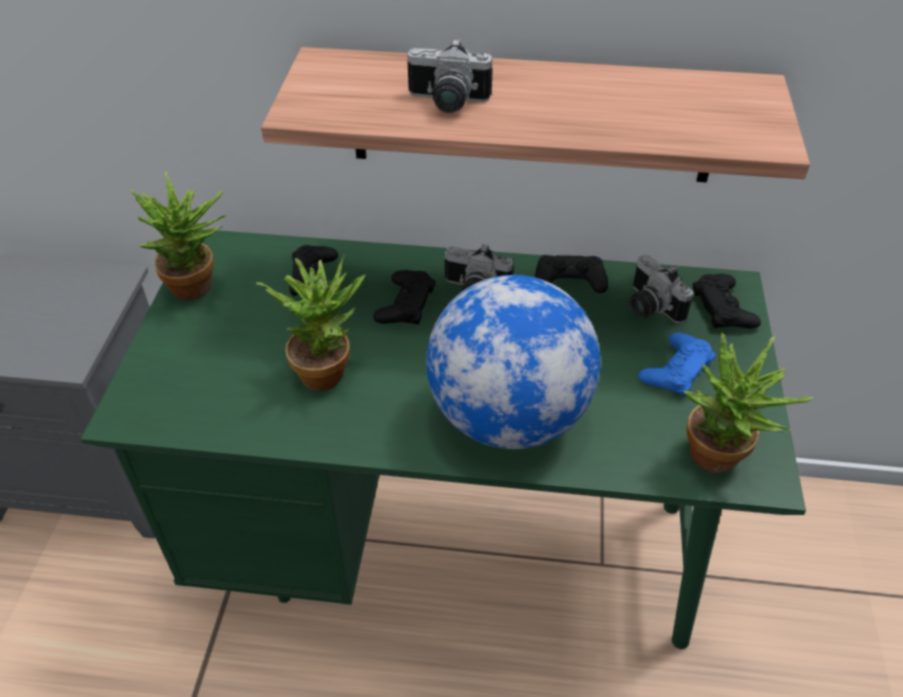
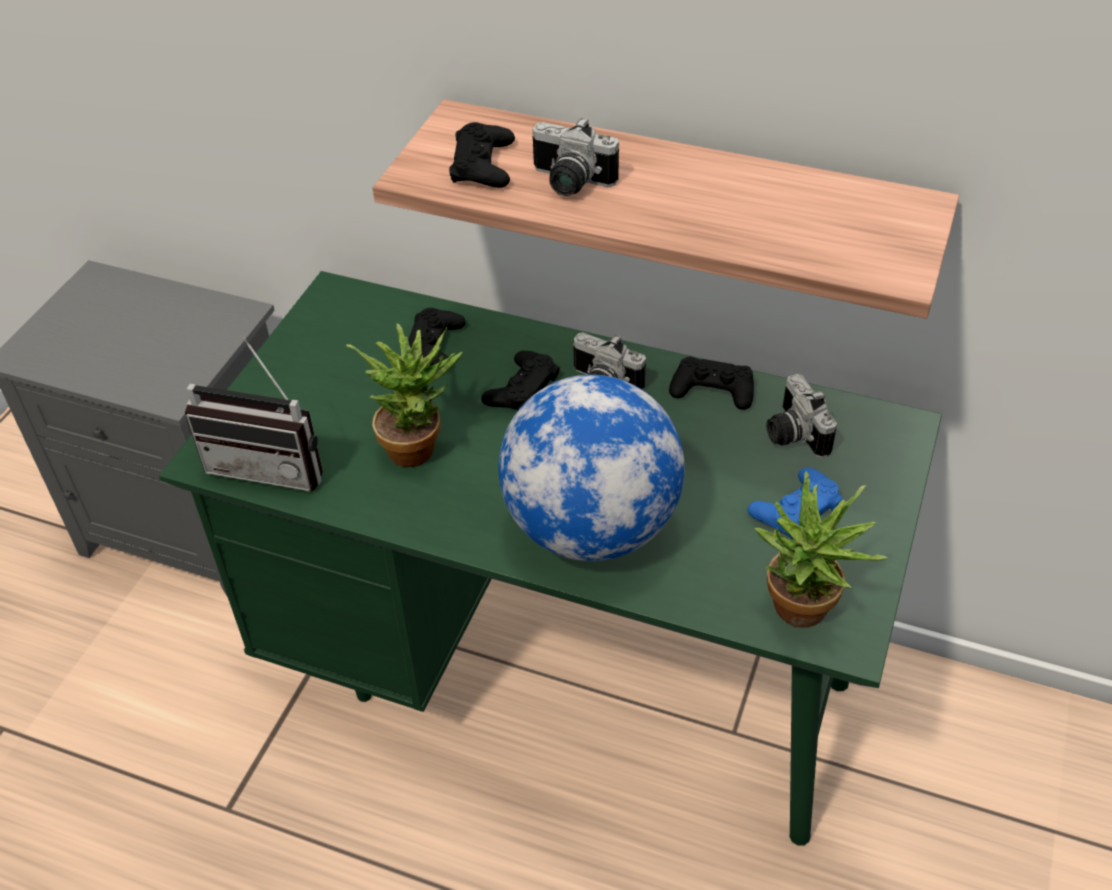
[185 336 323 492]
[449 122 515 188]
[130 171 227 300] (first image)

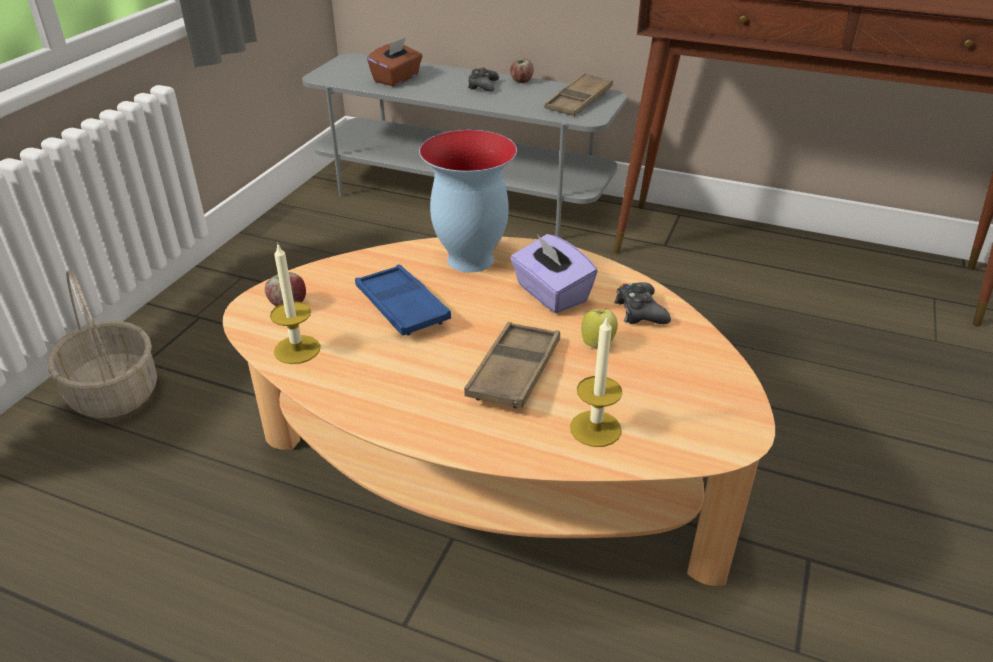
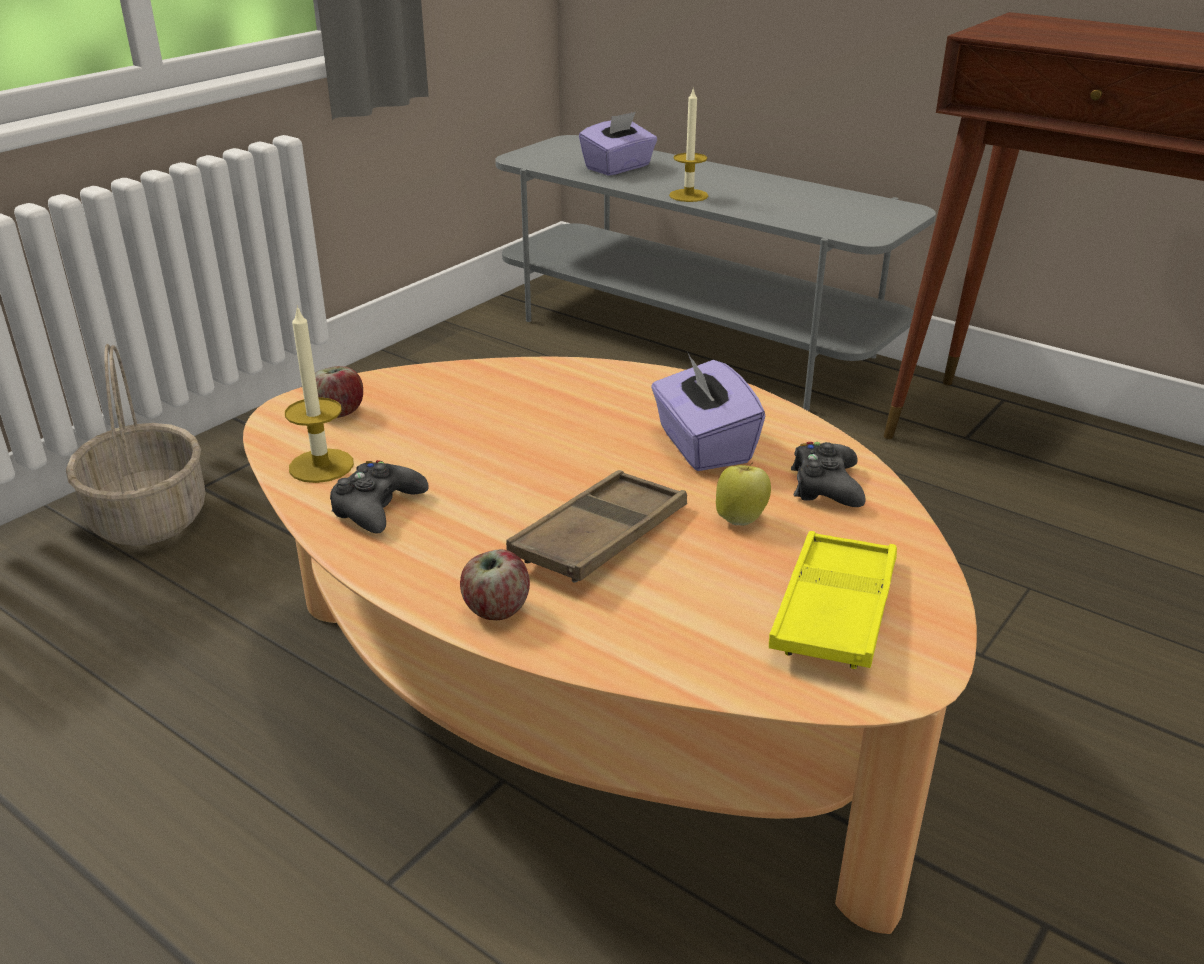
[330 460 429 534]
[460 549 530 620]
[579 112 657 176]
[669 89 708 202]
[769 531 897 669]
[355 264 451 336] (first image)
[419 130 517 272] (first image)
[544 73 613 116] (first image)

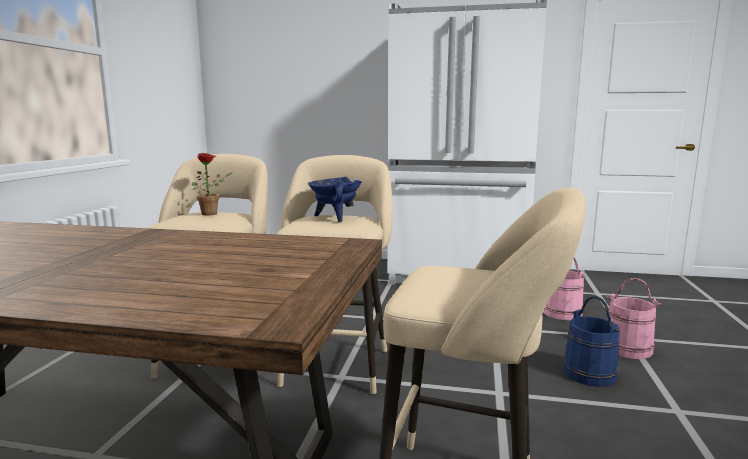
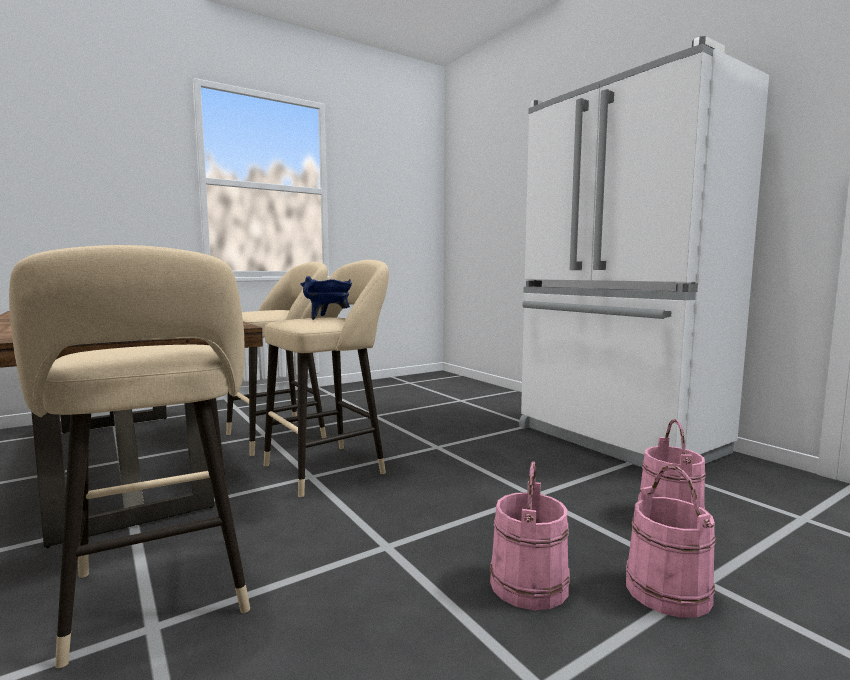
[490 461 570 610]
[192 153 233 215] (first image)

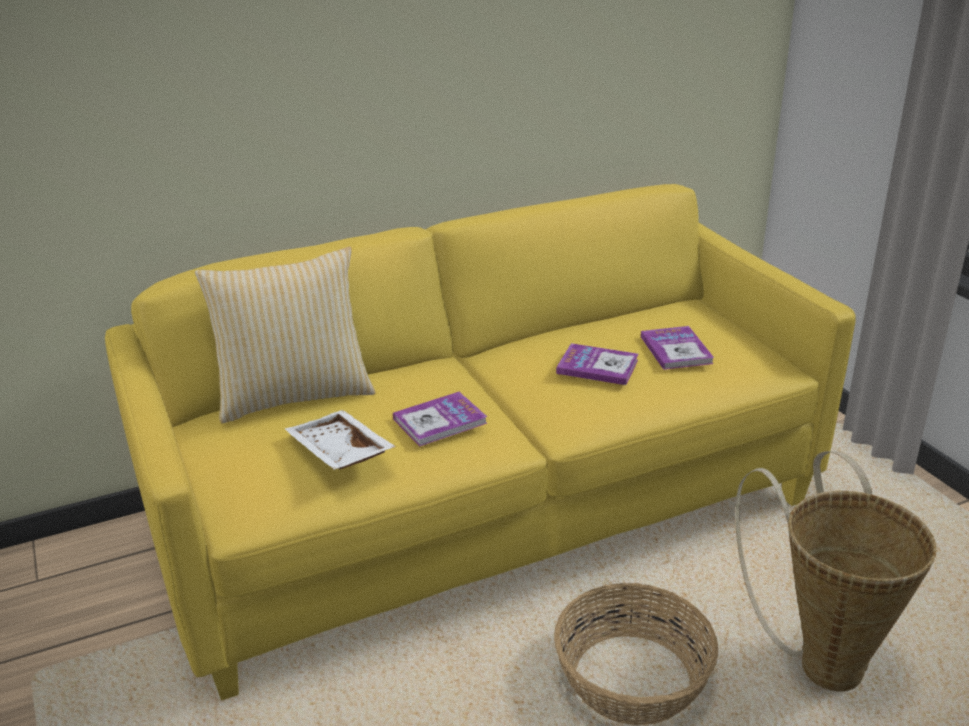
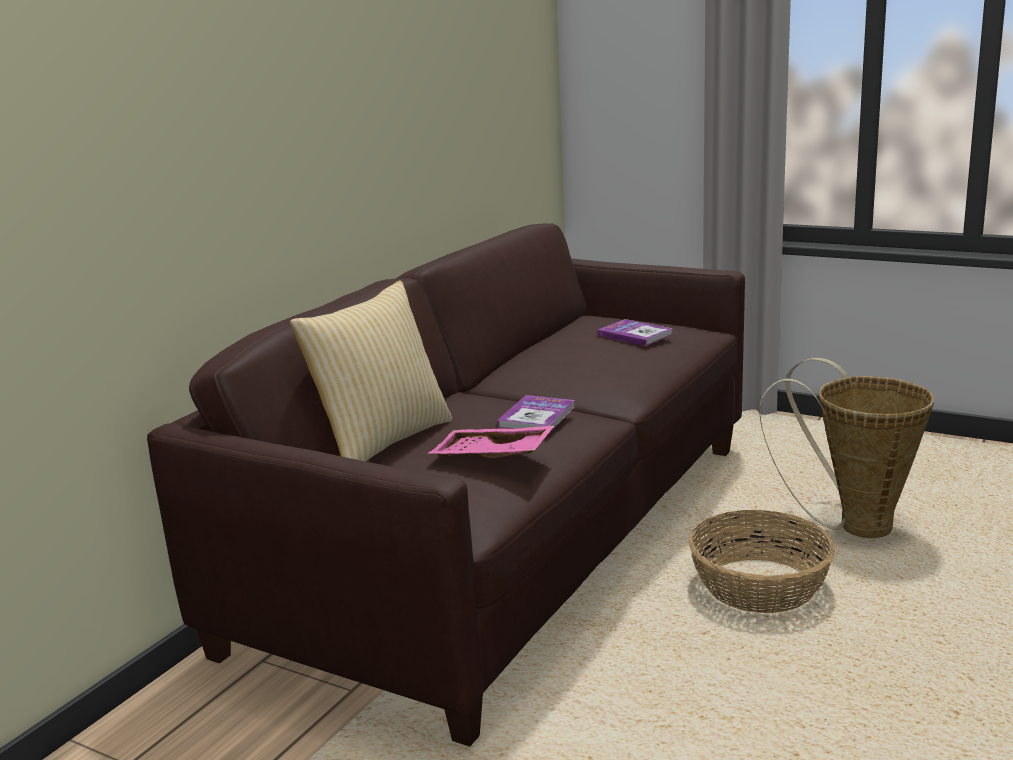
[147 223 745 747]
[429 426 554 458]
[556 343 638 385] (first image)

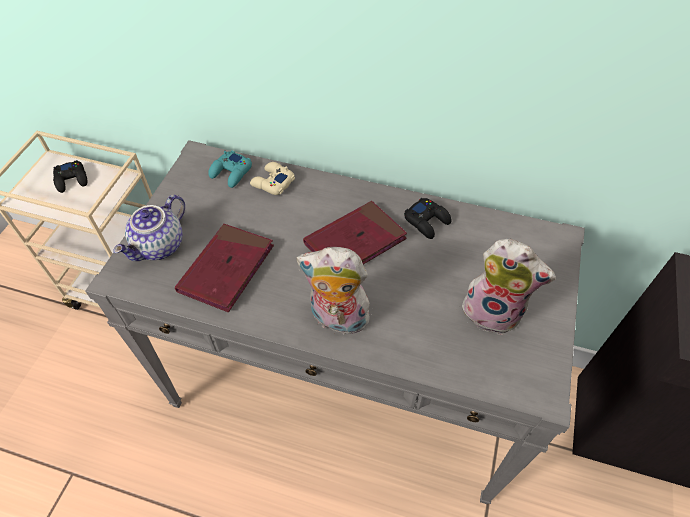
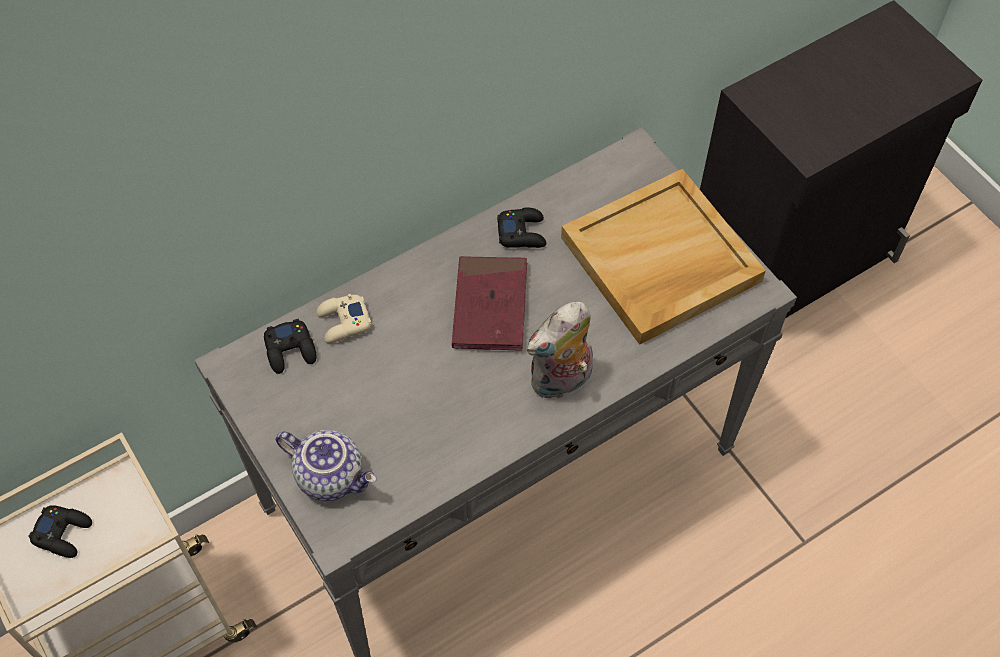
[264 319 316 374]
[276 430 377 501]
[561 169 766 345]
[175 224 274 312] (first image)

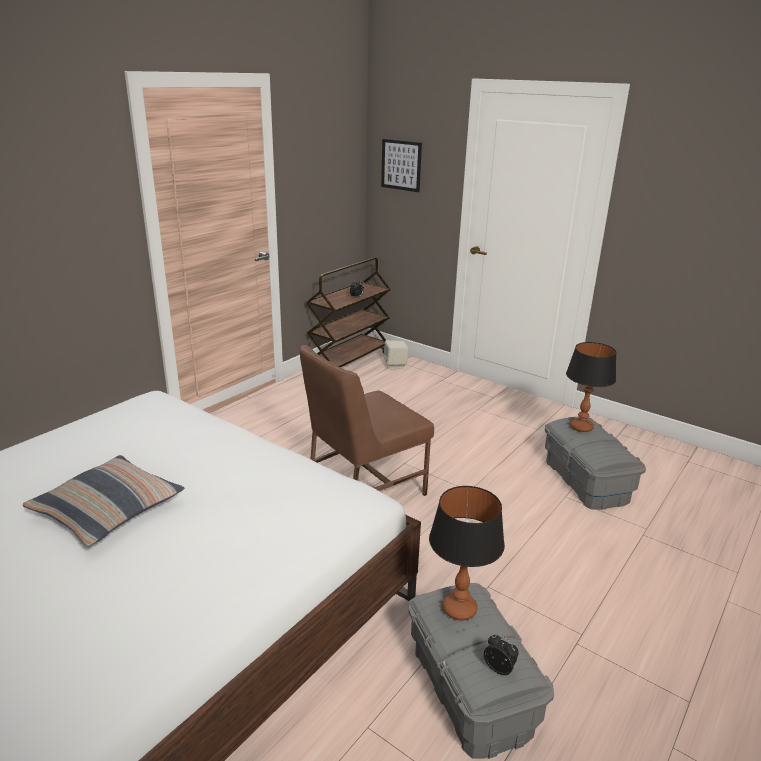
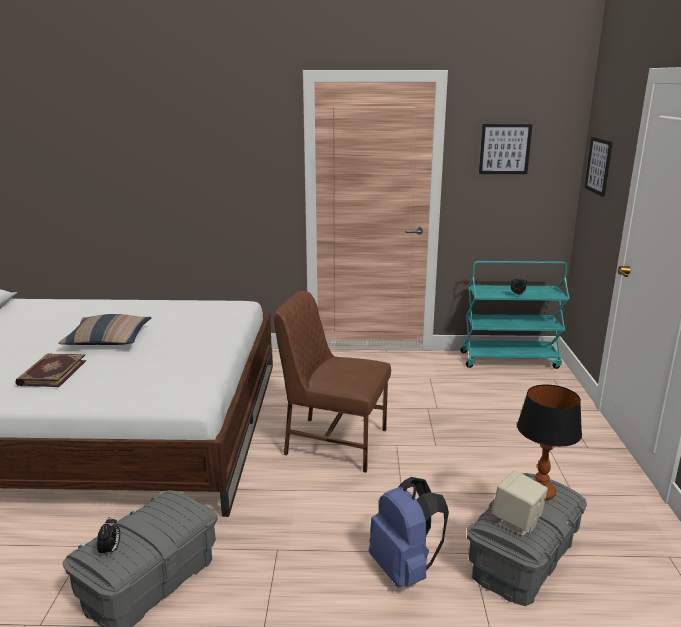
[15 353 86 387]
[369 477 449 588]
[460 261 570 369]
[479 124 532 174]
[492 470 548 536]
[429 486 505 620] (first image)

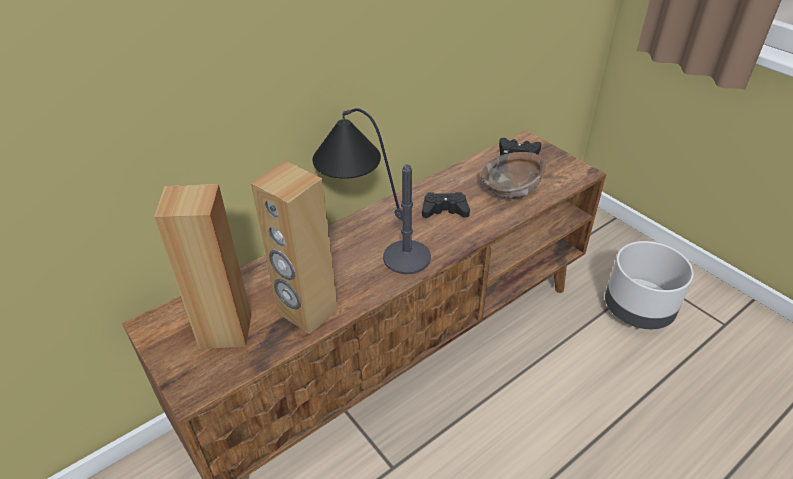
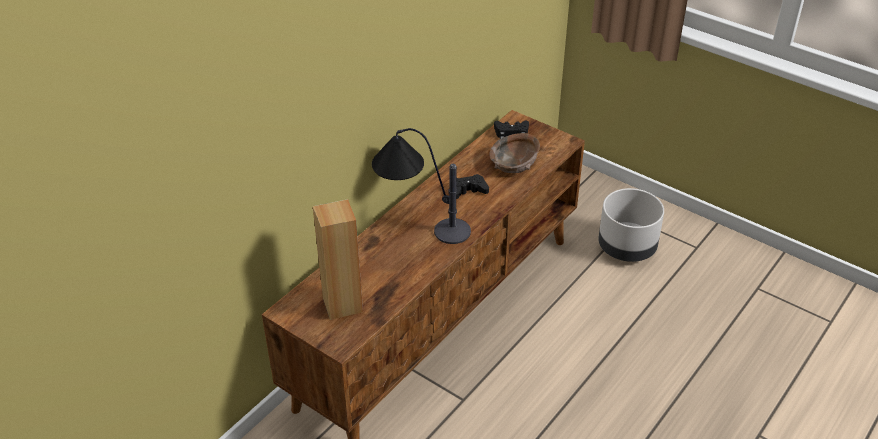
[251 161 338 334] (first image)

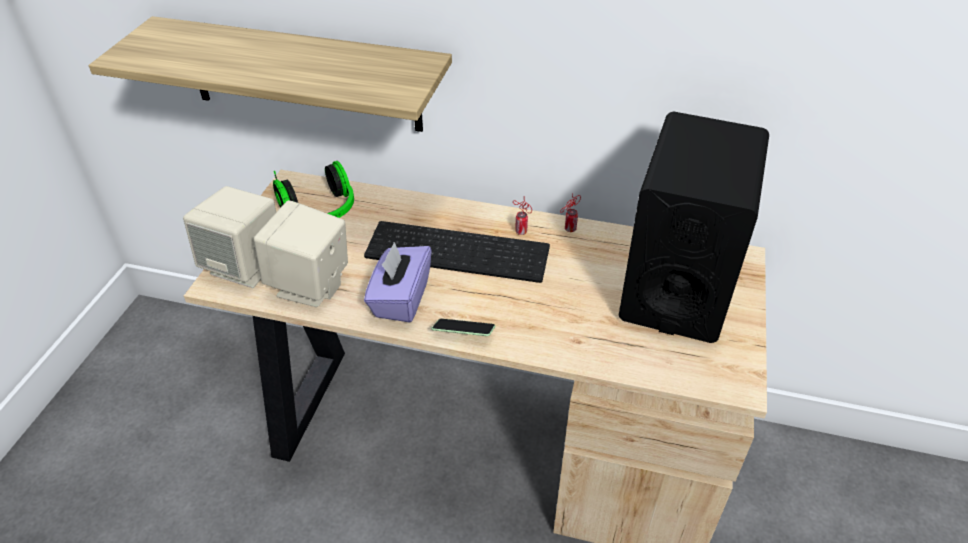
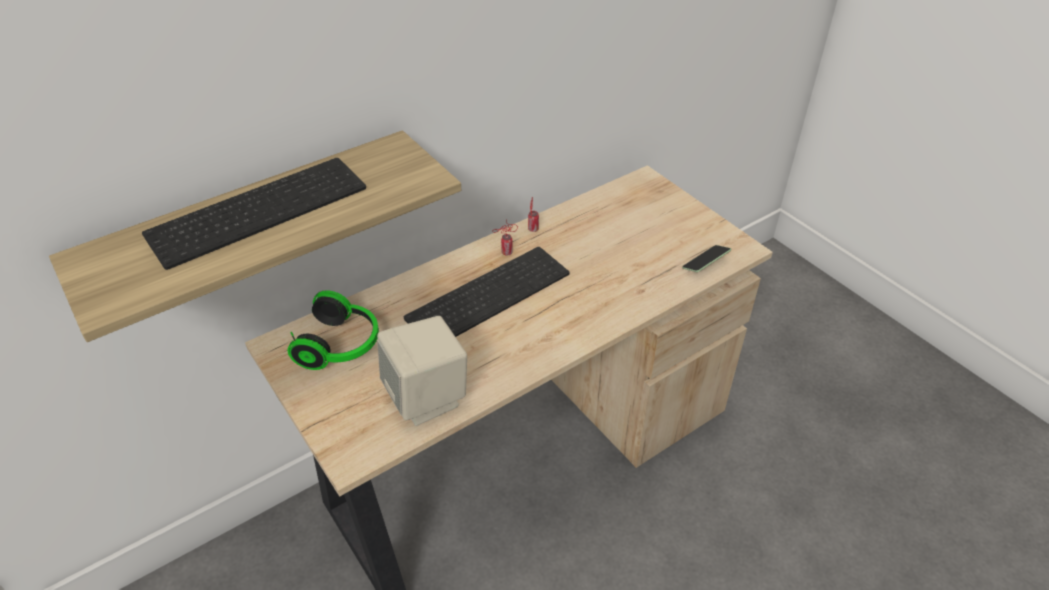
[142 158 366 270]
[682 245 731 272]
[183 186 276 288] (first image)
[364 242 432 323] (first image)
[619 112 769 343] (first image)

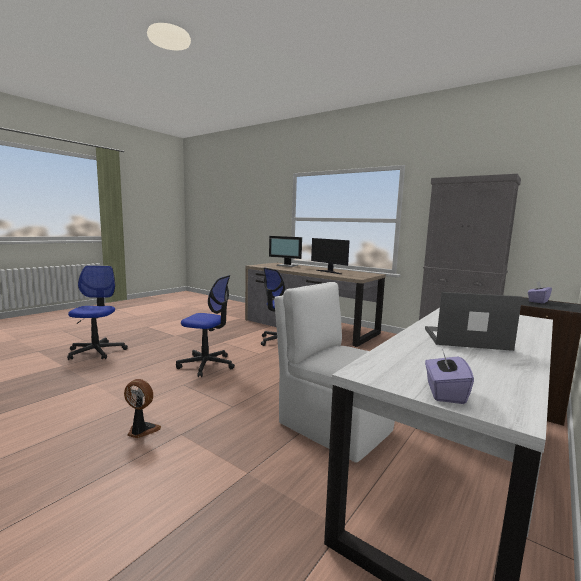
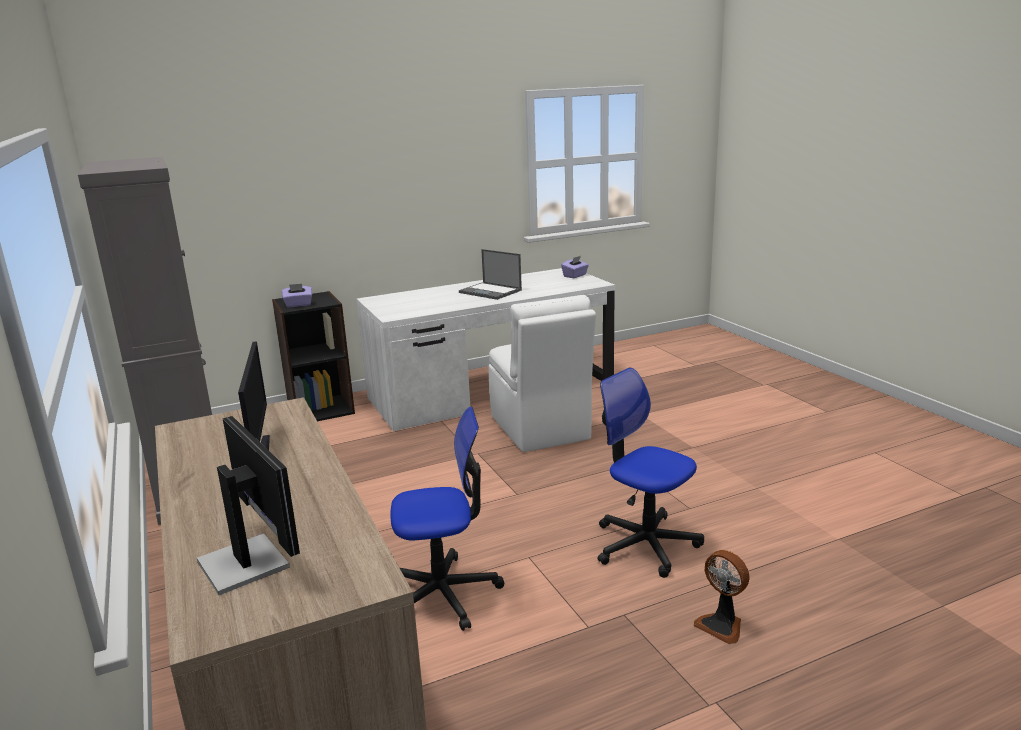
[694 550 749 644]
[67 266 128 360] (first image)

